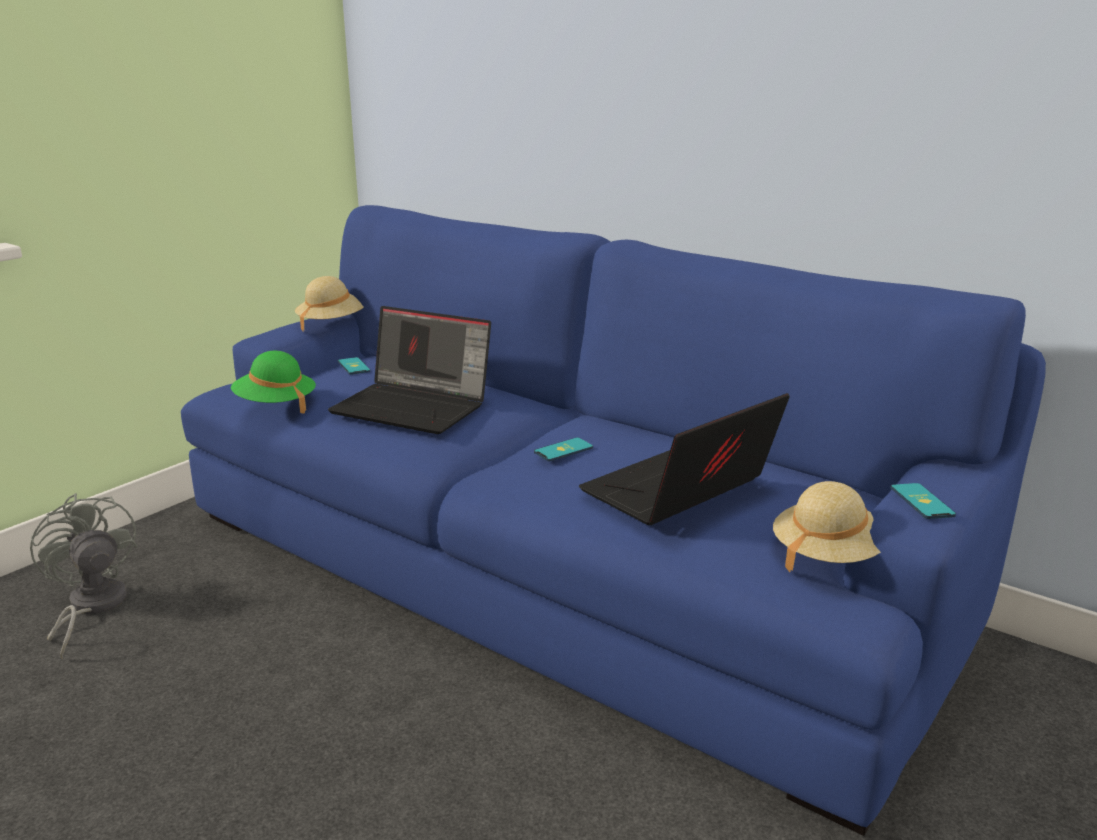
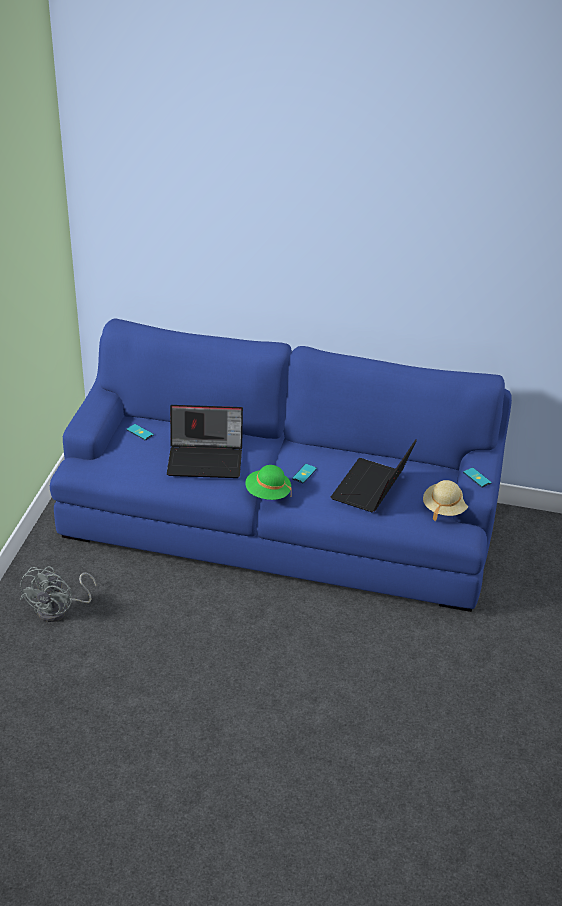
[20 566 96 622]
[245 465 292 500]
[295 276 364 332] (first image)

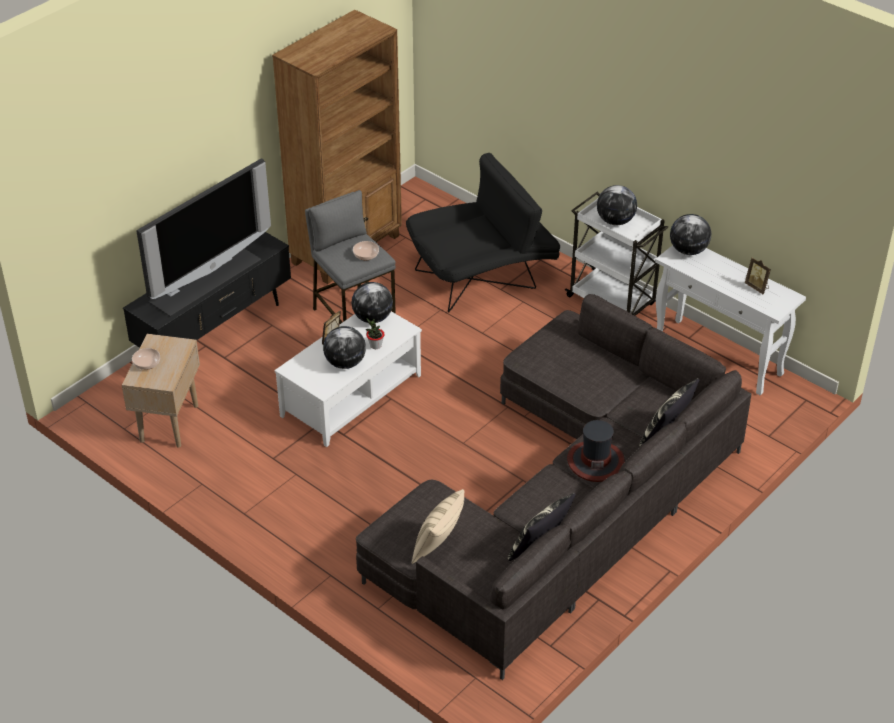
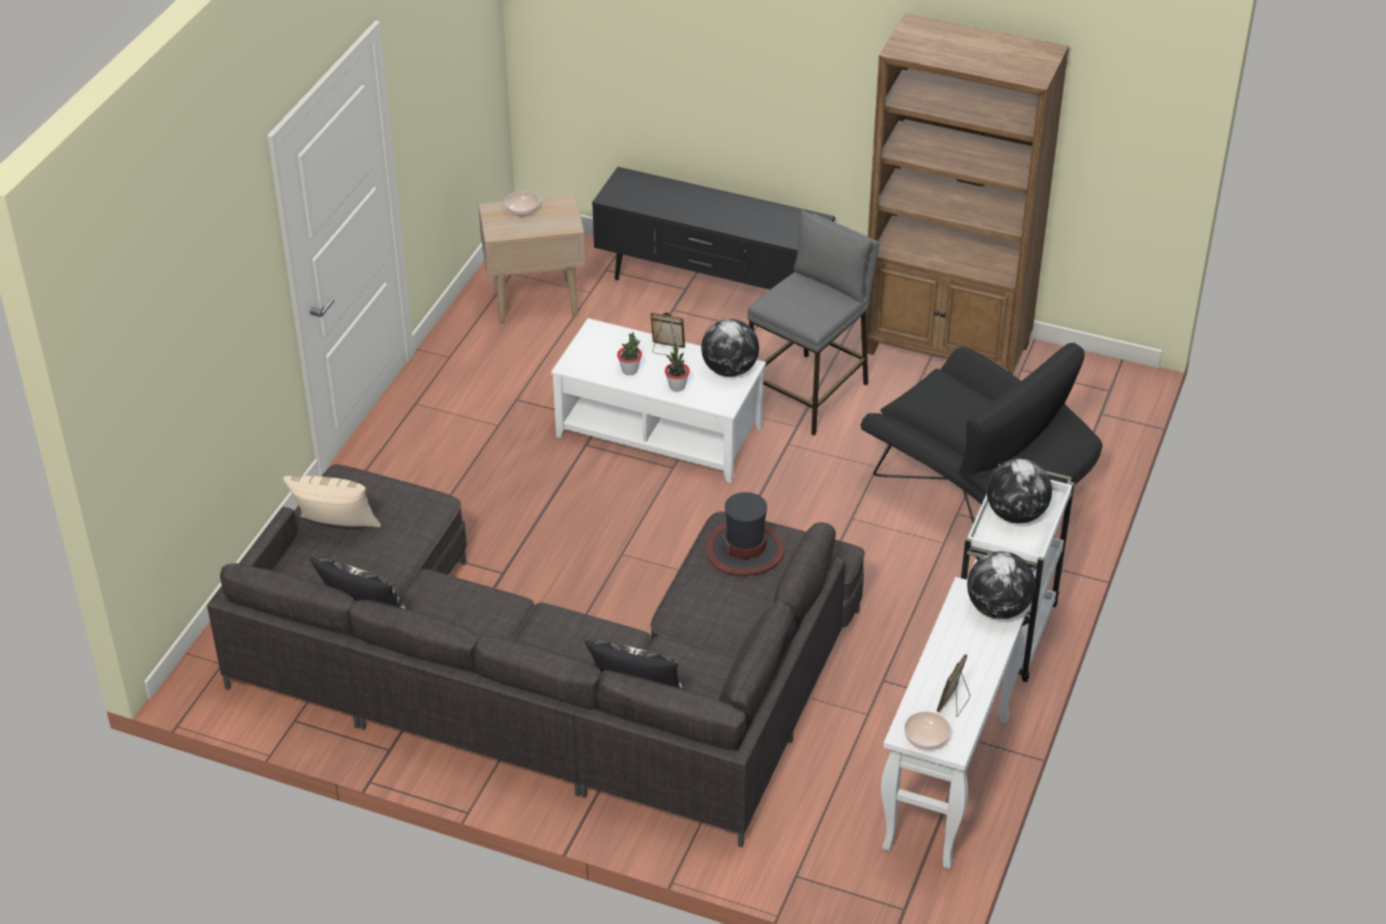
[617 332 642 375]
[706 492 785 576]
[904 711 951 750]
[136 158 271 317] (first image)

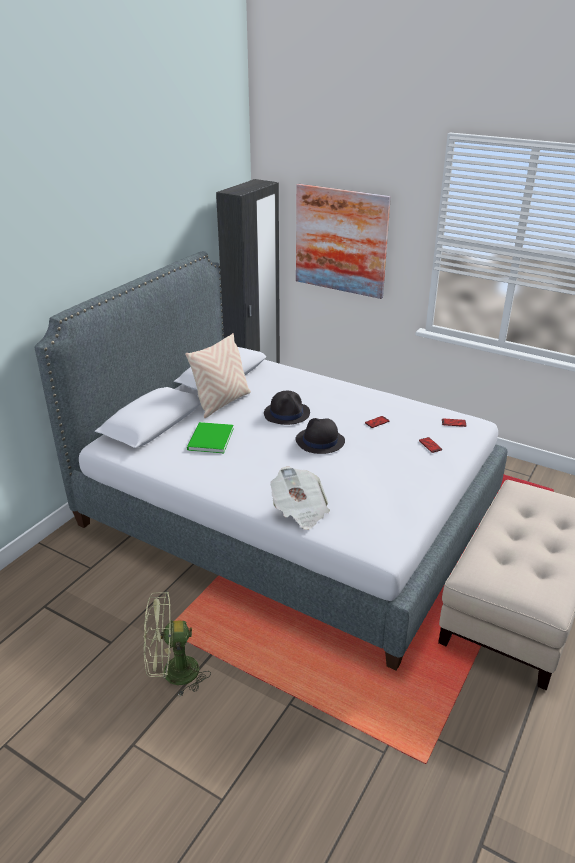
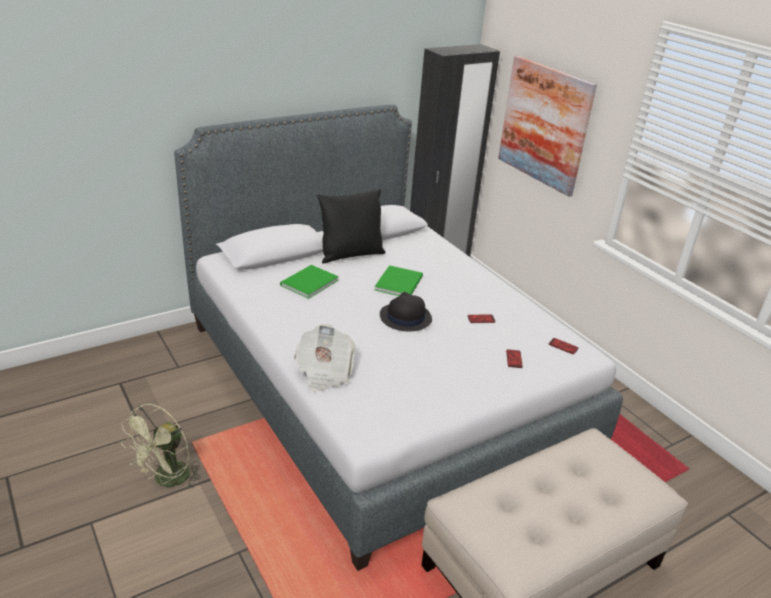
[121 404 201 490]
[318 189 385 264]
[375 265 423 296]

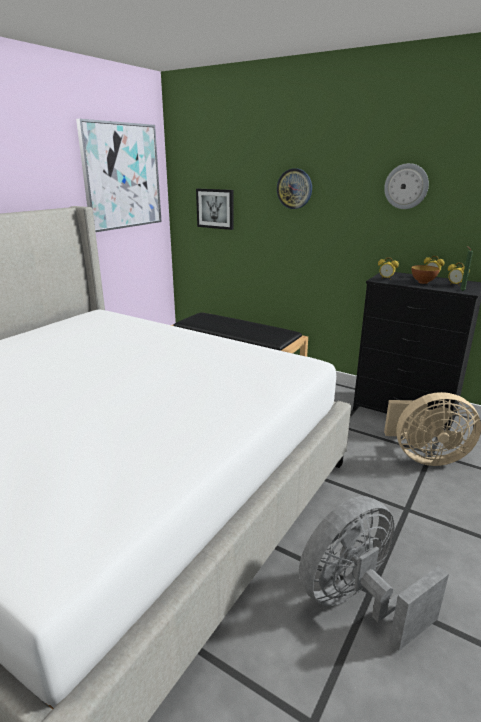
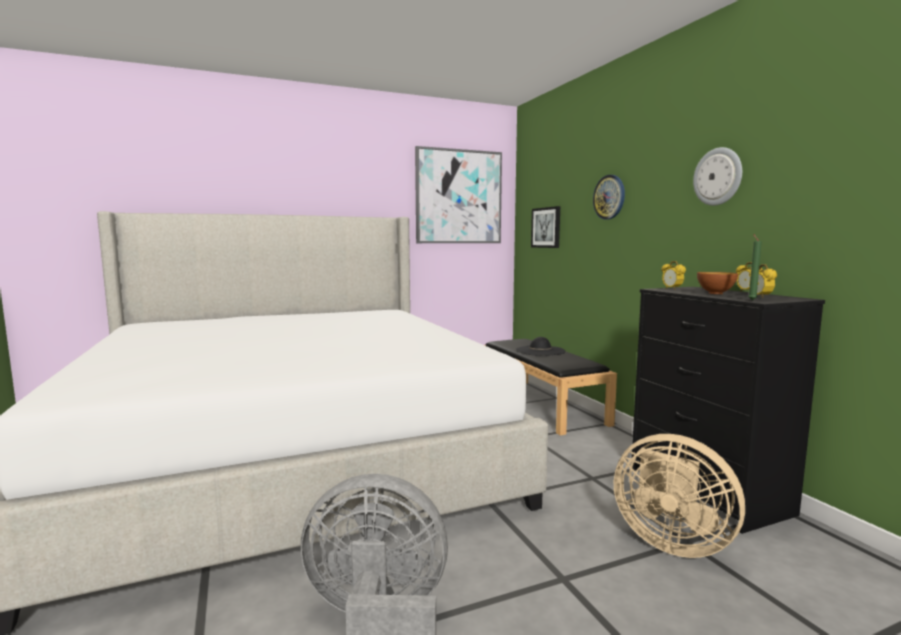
[516 337 566 356]

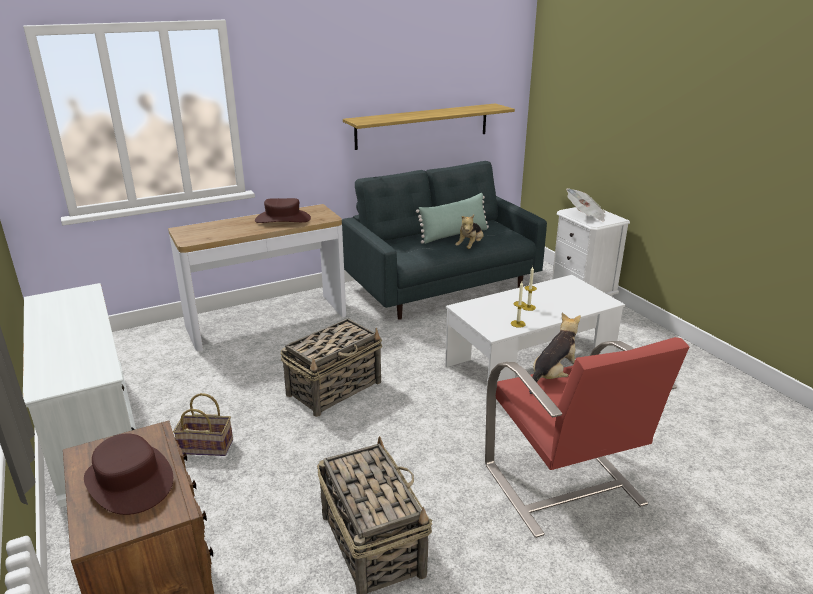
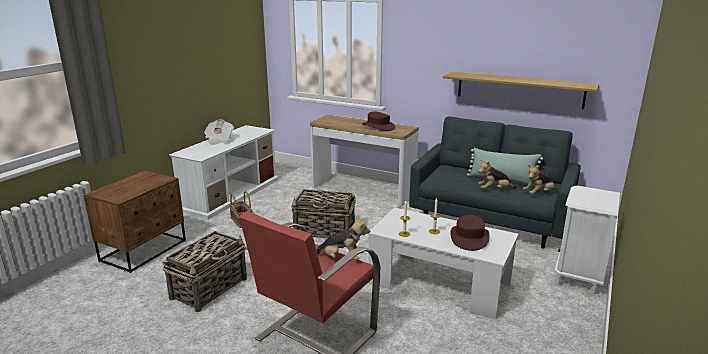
[204 119 234 145]
[450 215 490 251]
[523 165 557 194]

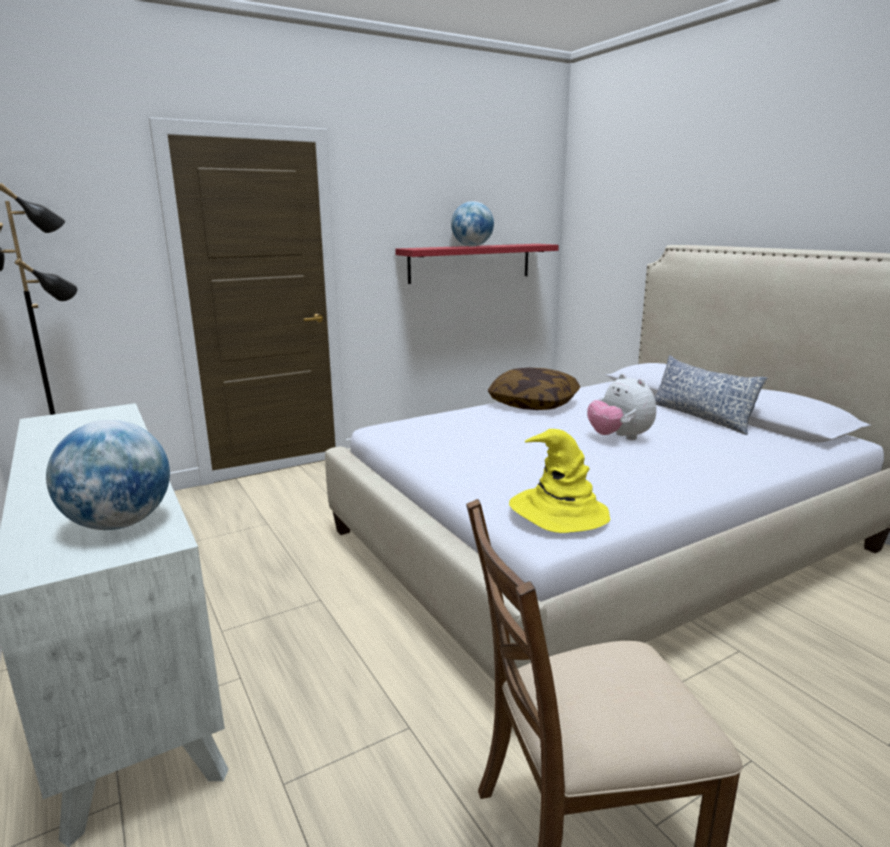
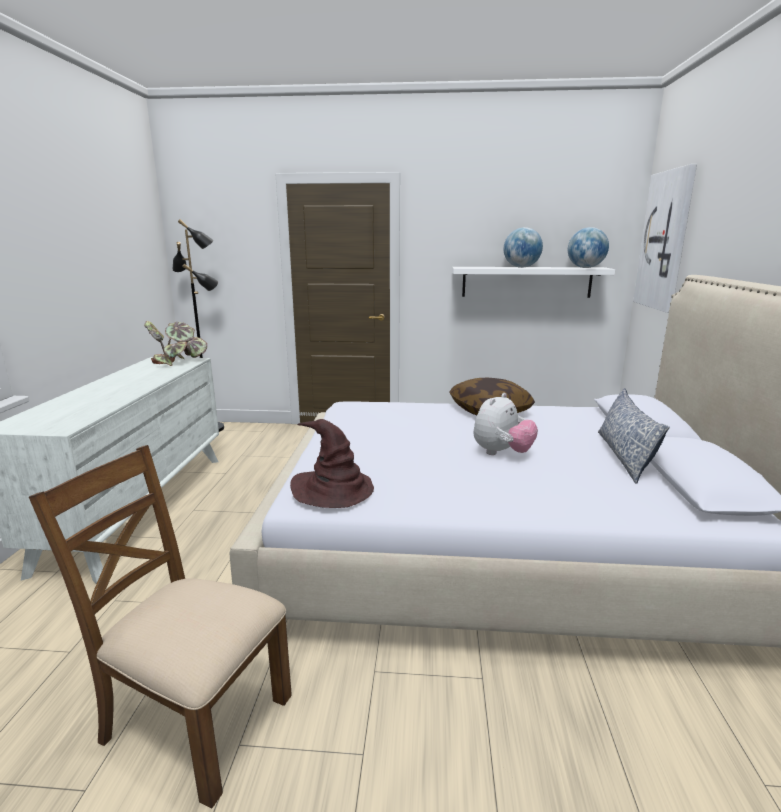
[144 321 207 366]
[290 419 374 508]
[452 267 615 298]
[474 393 538 455]
[568 227 609 268]
[633 164 697 313]

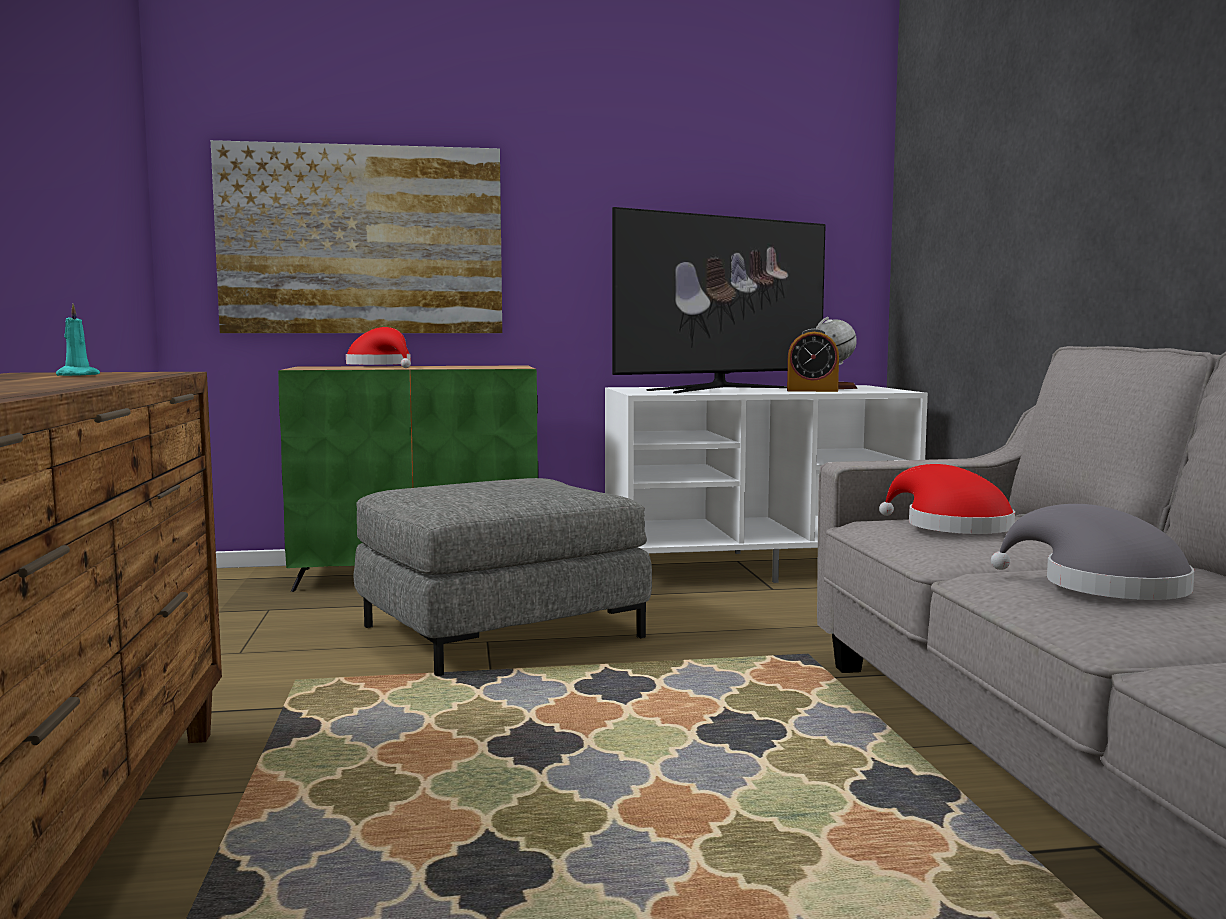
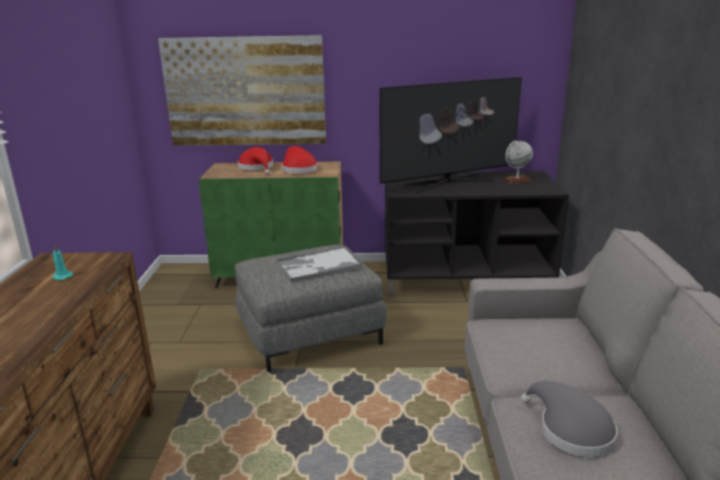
[277 247 363 282]
[282 146 318 174]
[385 171 569 296]
[787 329 839 392] (first image)

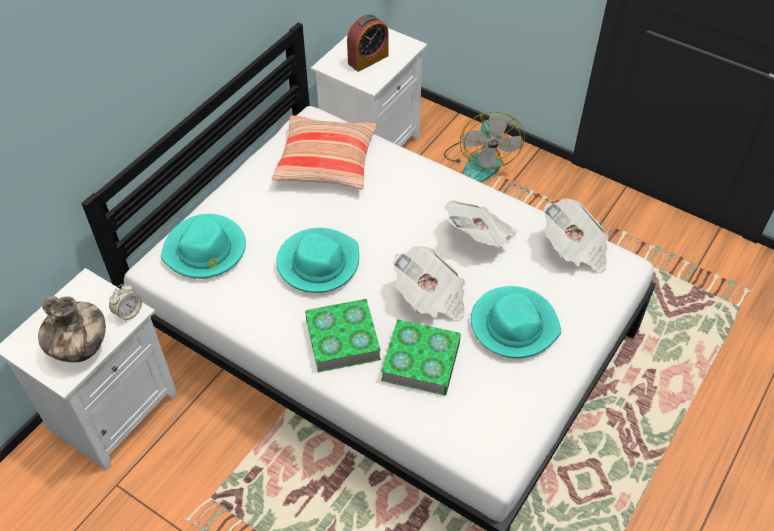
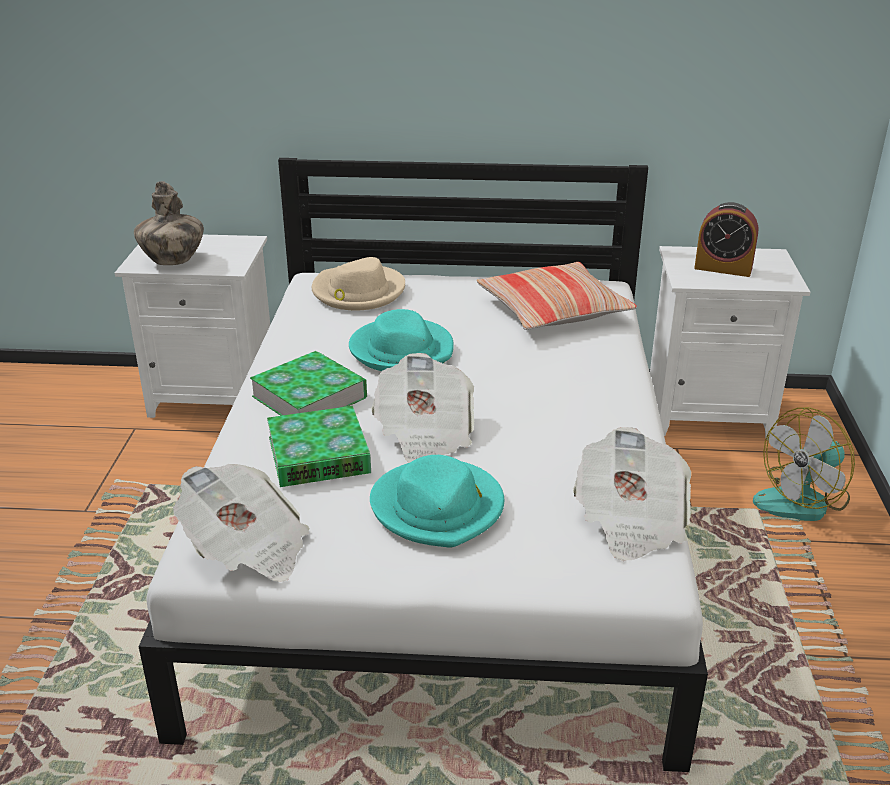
[173 464 310 582]
[311 257 405 311]
[109 284 142 322] (first image)

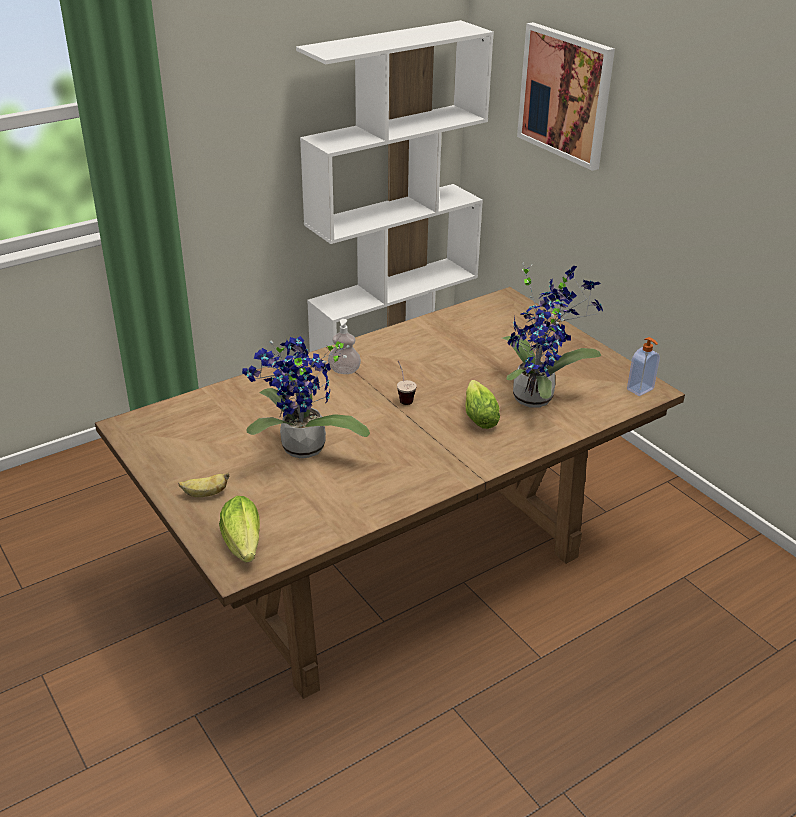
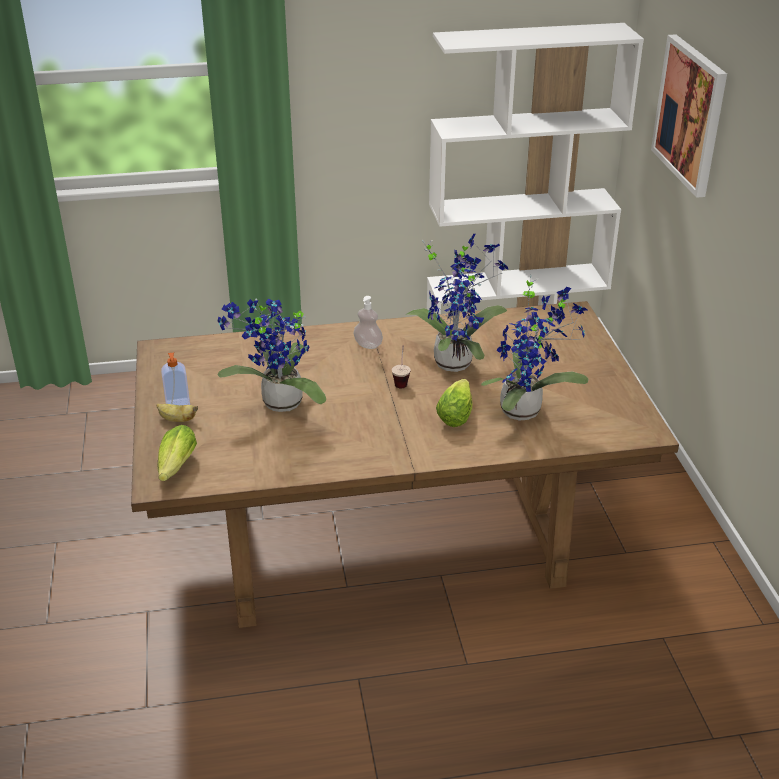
[161 352 190 405]
[406 234 508 372]

